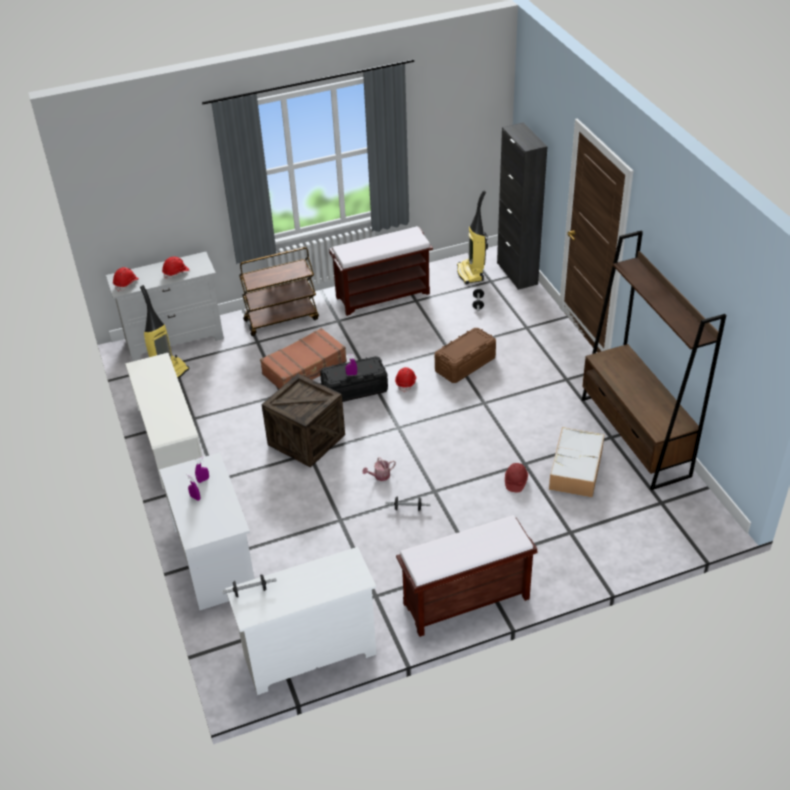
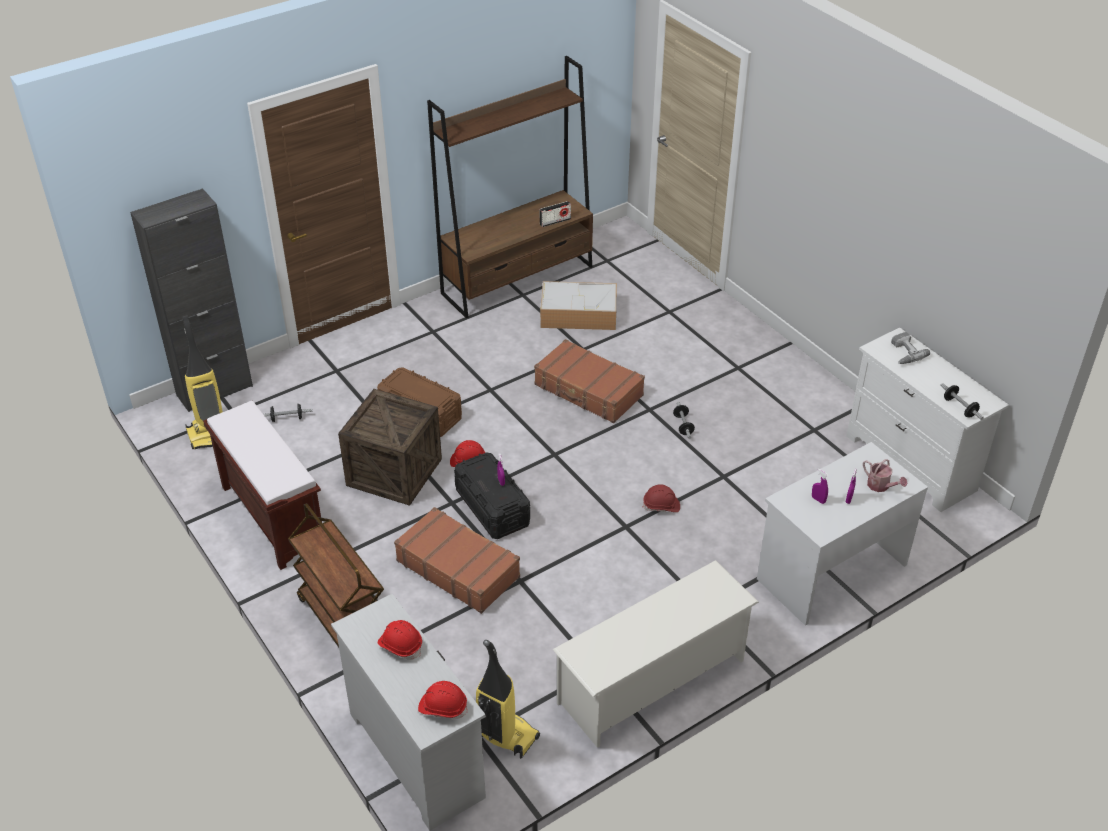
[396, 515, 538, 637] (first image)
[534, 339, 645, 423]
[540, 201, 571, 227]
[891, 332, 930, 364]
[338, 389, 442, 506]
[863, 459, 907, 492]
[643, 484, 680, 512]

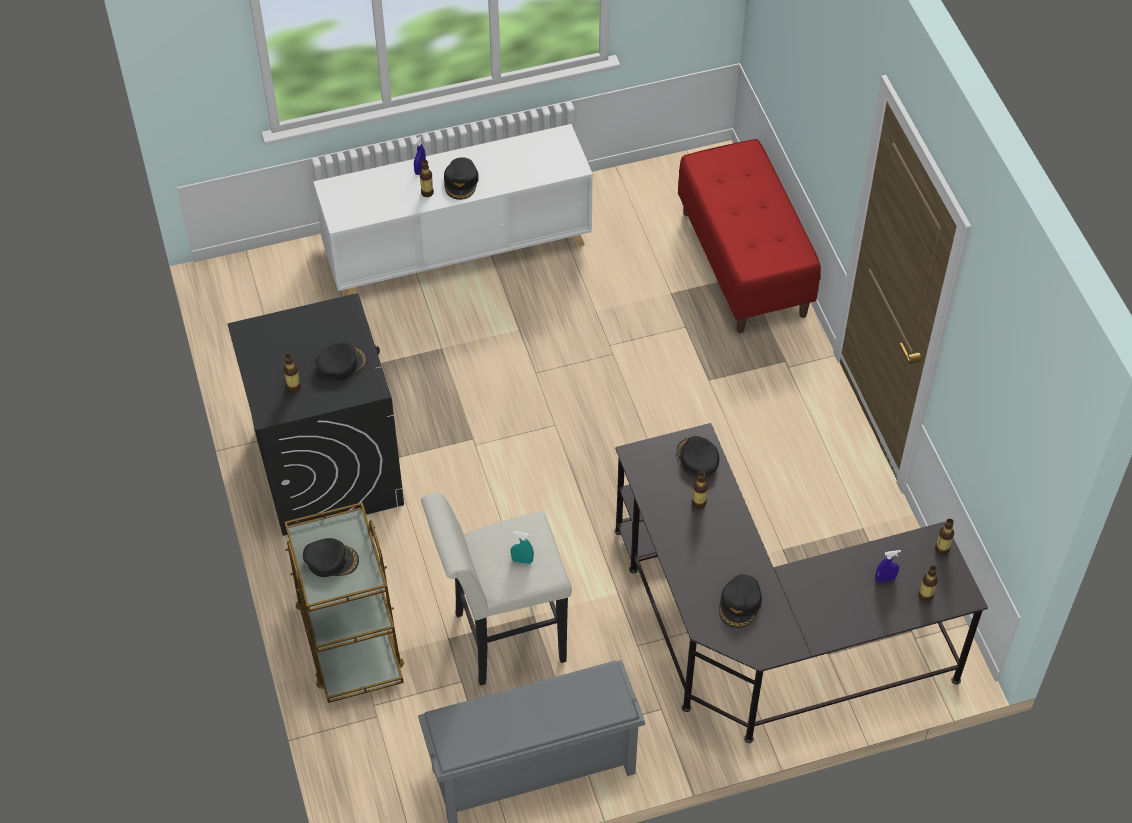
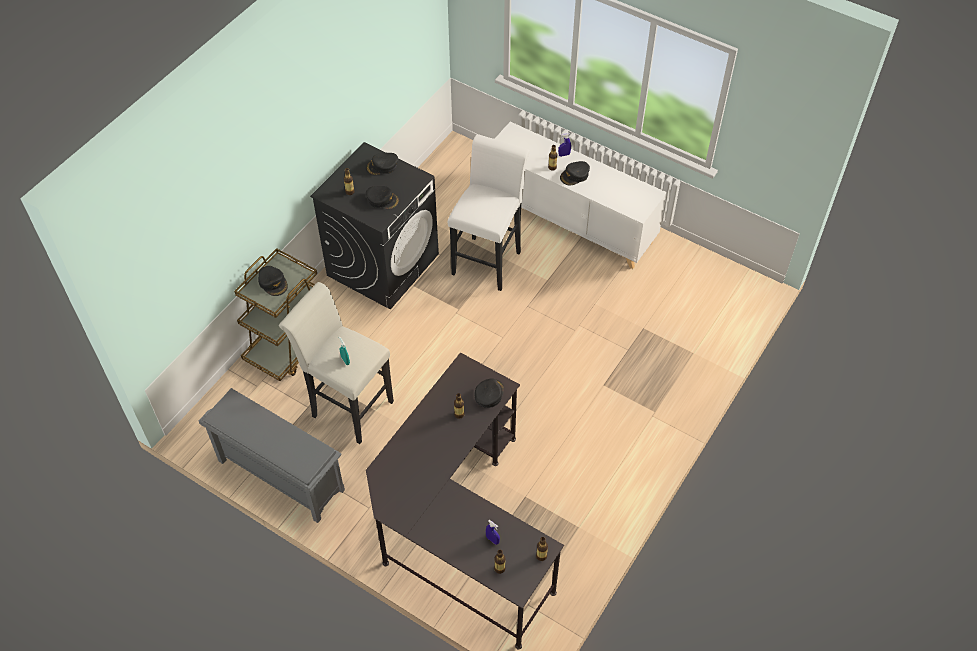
[678, 139, 821, 333] (first image)
[448, 134, 530, 291]
[366, 153, 398, 175]

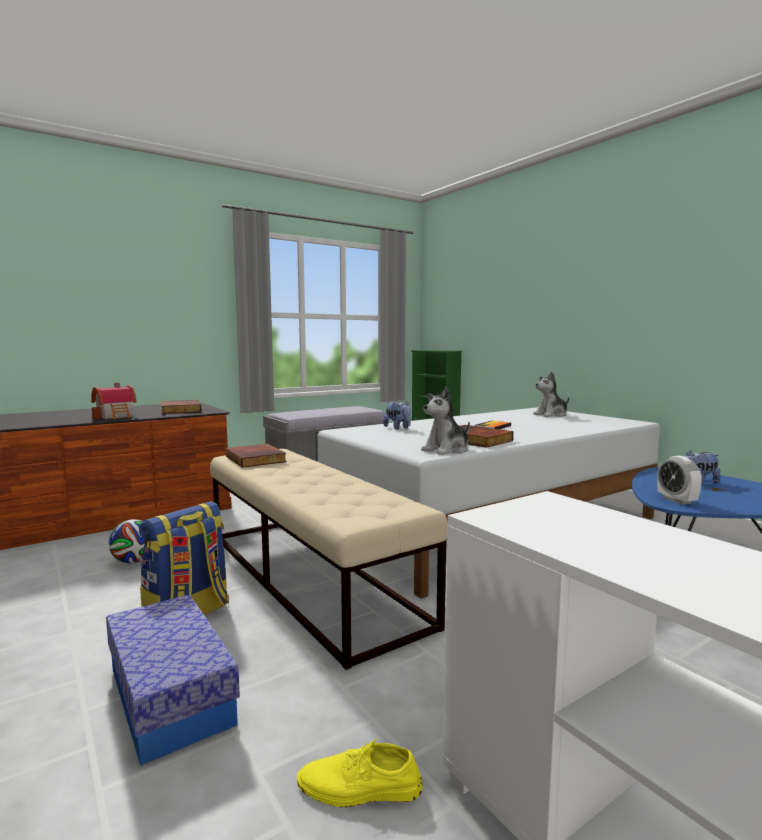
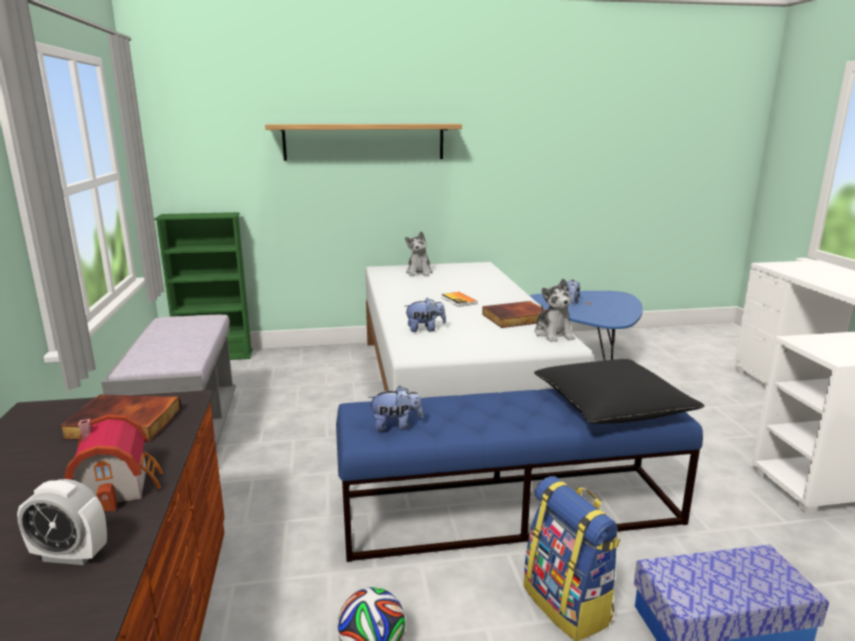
[297, 738, 423, 807] (first image)
[265, 124, 462, 161]
[534, 359, 705, 424]
[17, 479, 107, 565]
[368, 386, 423, 431]
[336, 388, 703, 562]

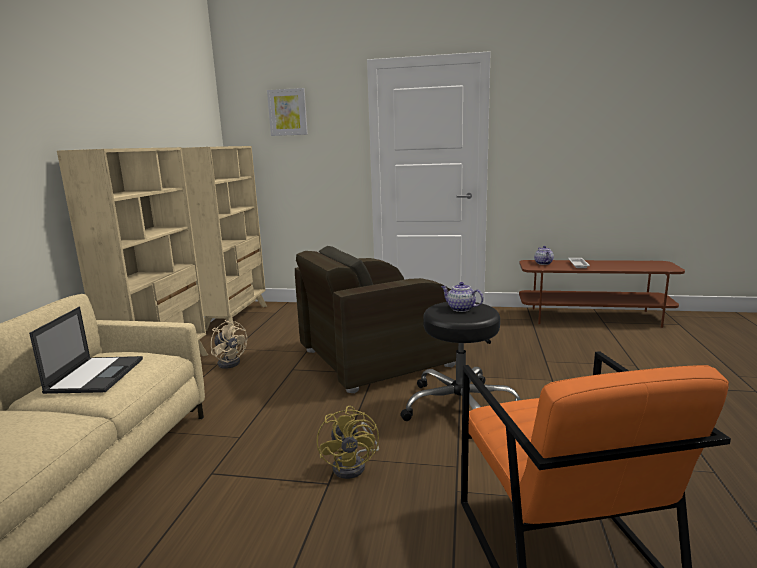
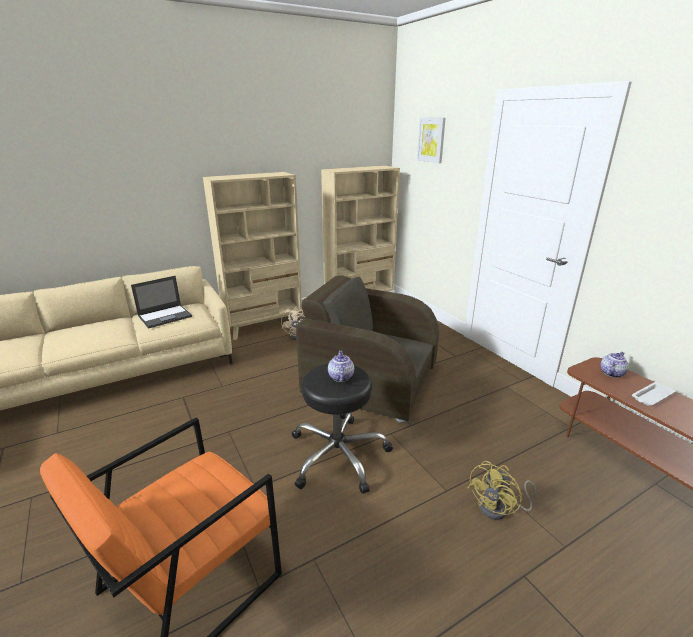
[467, 461, 537, 520]

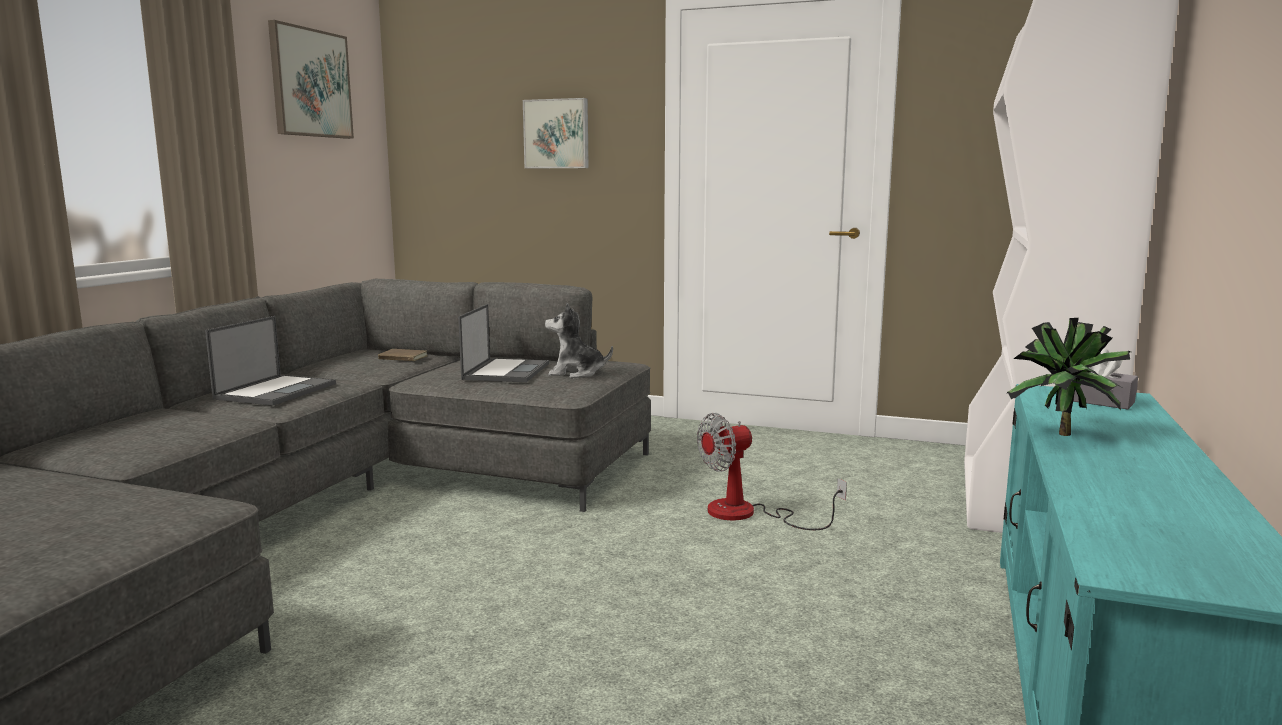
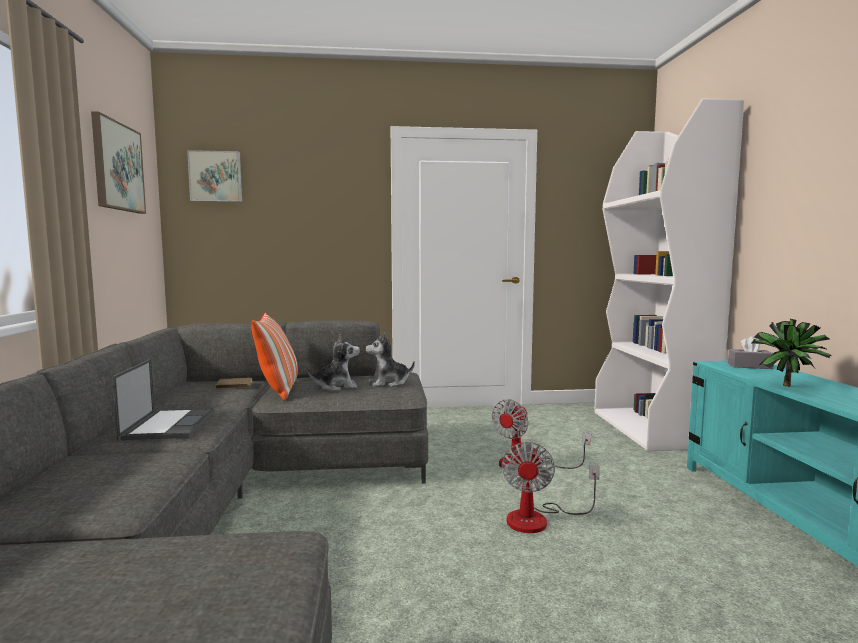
[252, 313, 298, 401]
[502, 442, 600, 533]
[187, 150, 242, 202]
[308, 333, 360, 391]

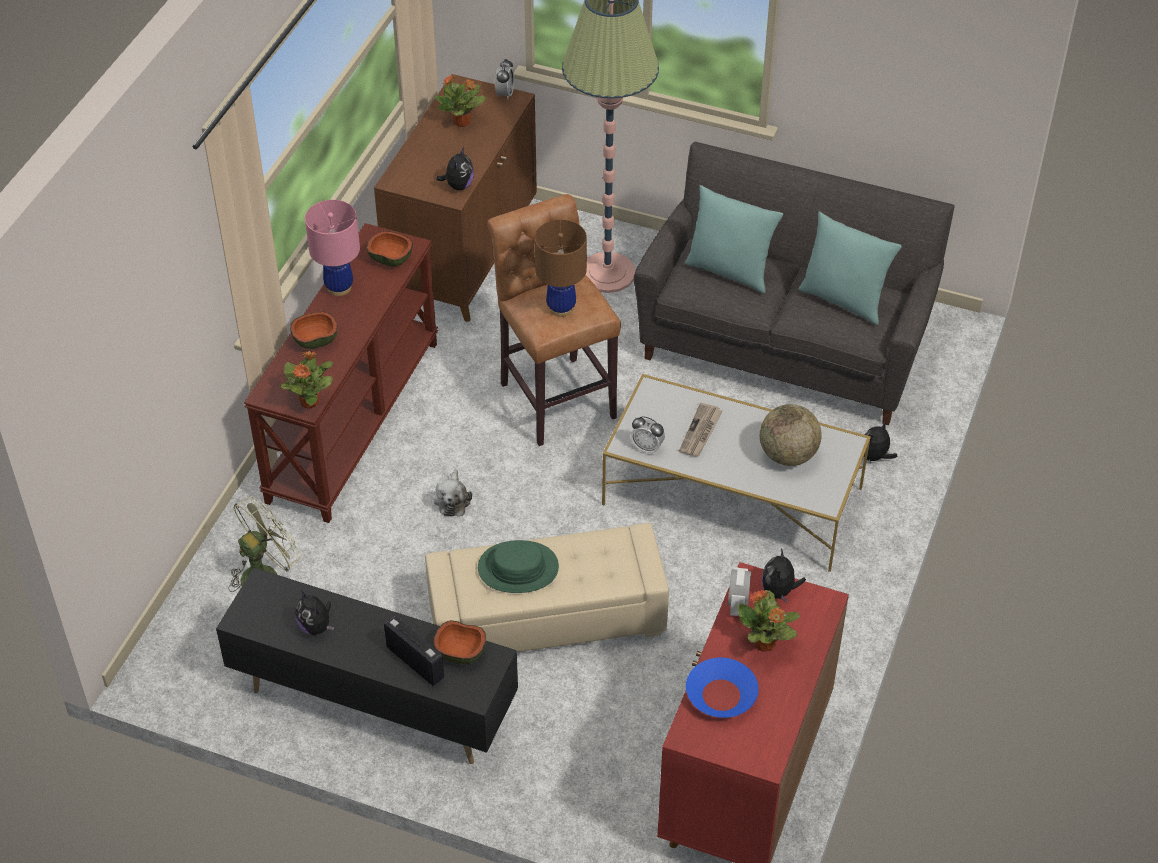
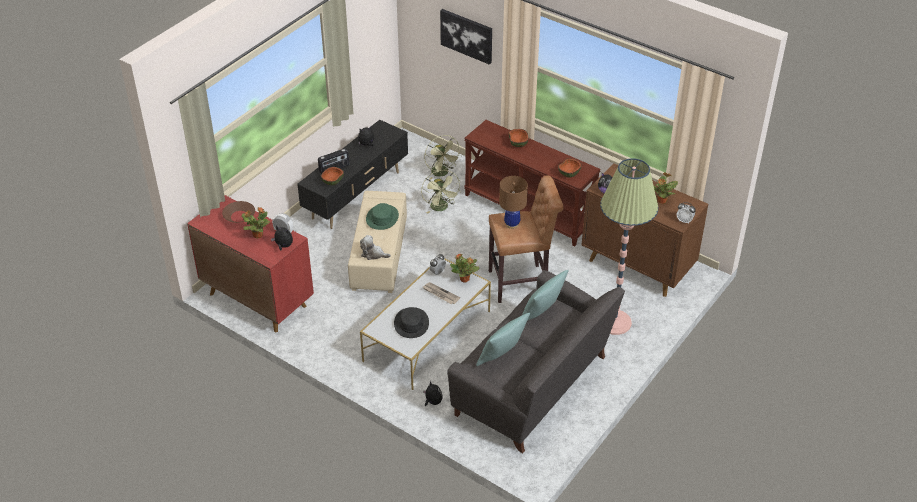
[305, 200, 360, 296] (first image)
[421, 170, 461, 214]
[440, 9, 492, 65]
[450, 253, 480, 283]
[360, 235, 391, 260]
[394, 307, 429, 338]
[222, 201, 255, 223]

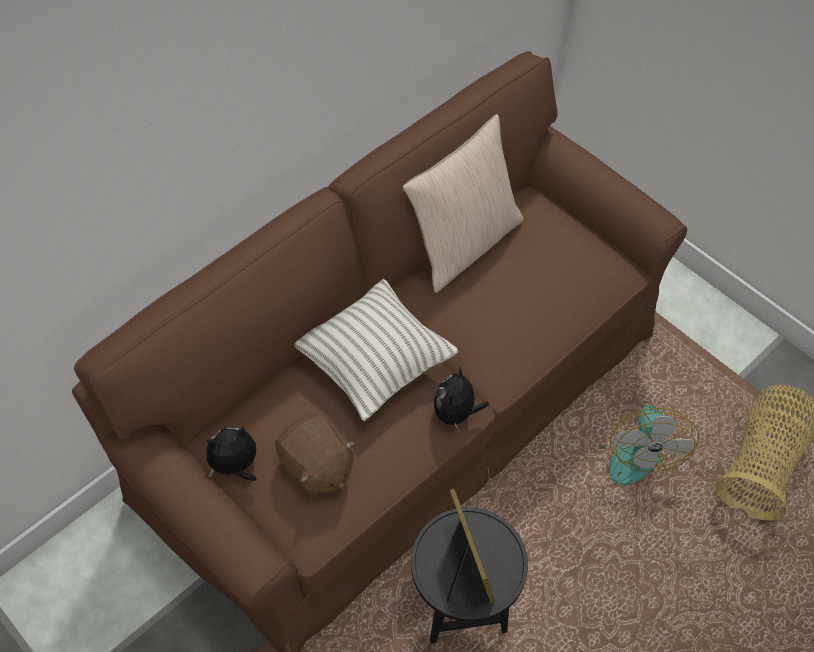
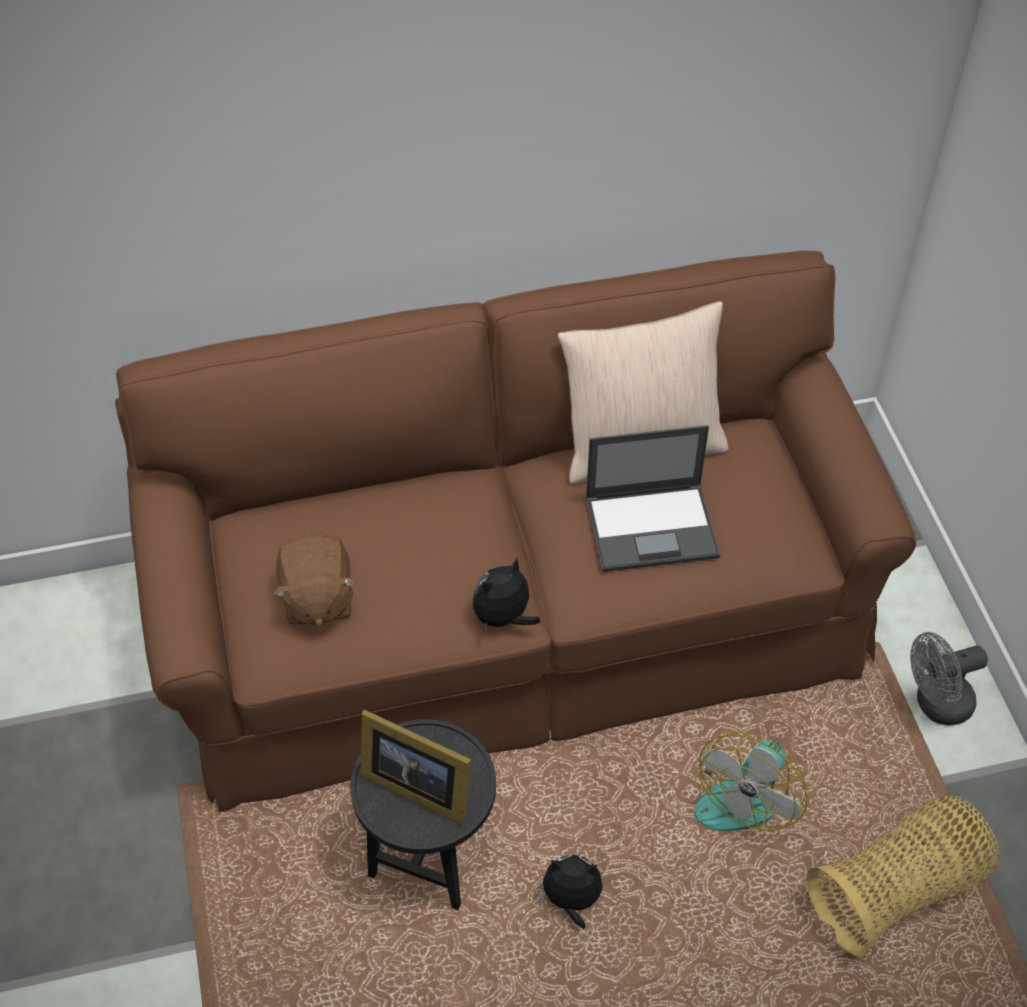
[294, 279, 458, 421] (first image)
[586, 425, 720, 572]
[910, 632, 988, 726]
[536, 855, 603, 929]
[360, 710, 471, 825]

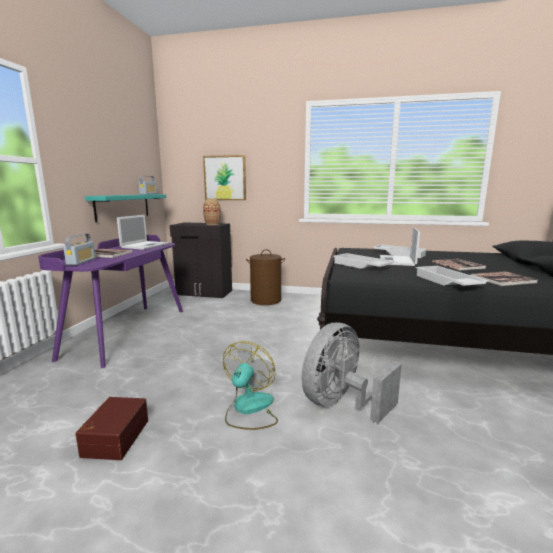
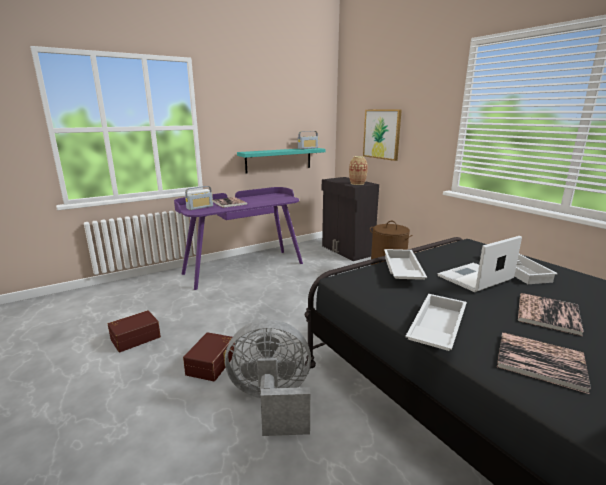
[117, 215, 169, 250] (first image)
[183, 332, 235, 381]

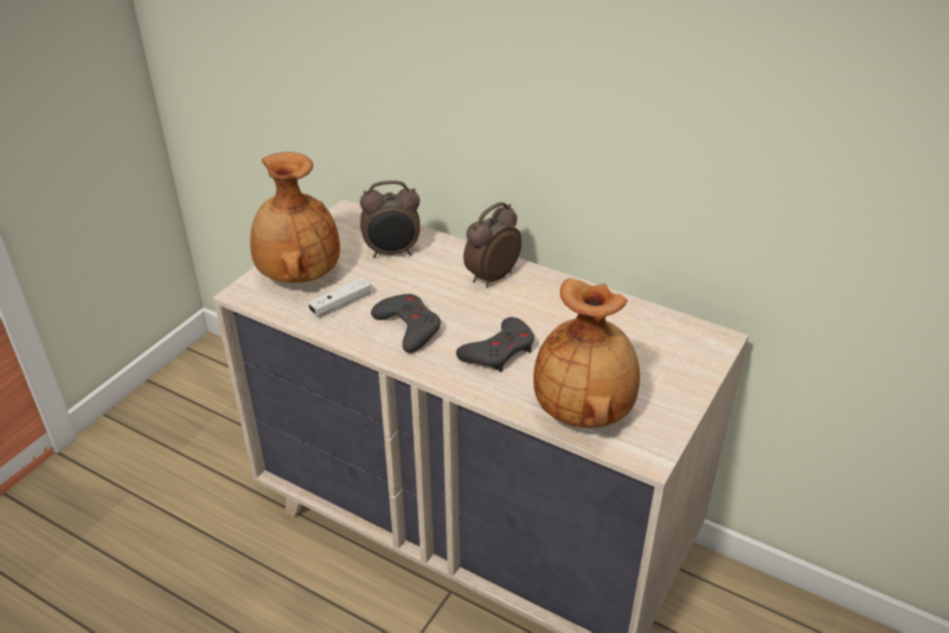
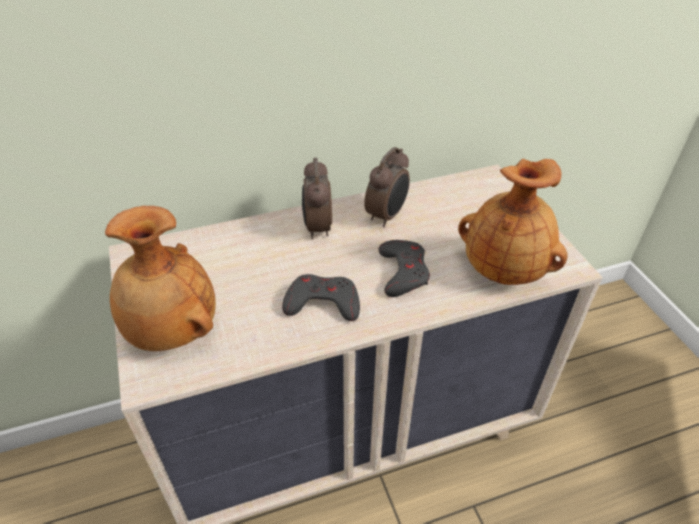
[308, 278, 372, 315] (first image)
[364, 147, 410, 227]

